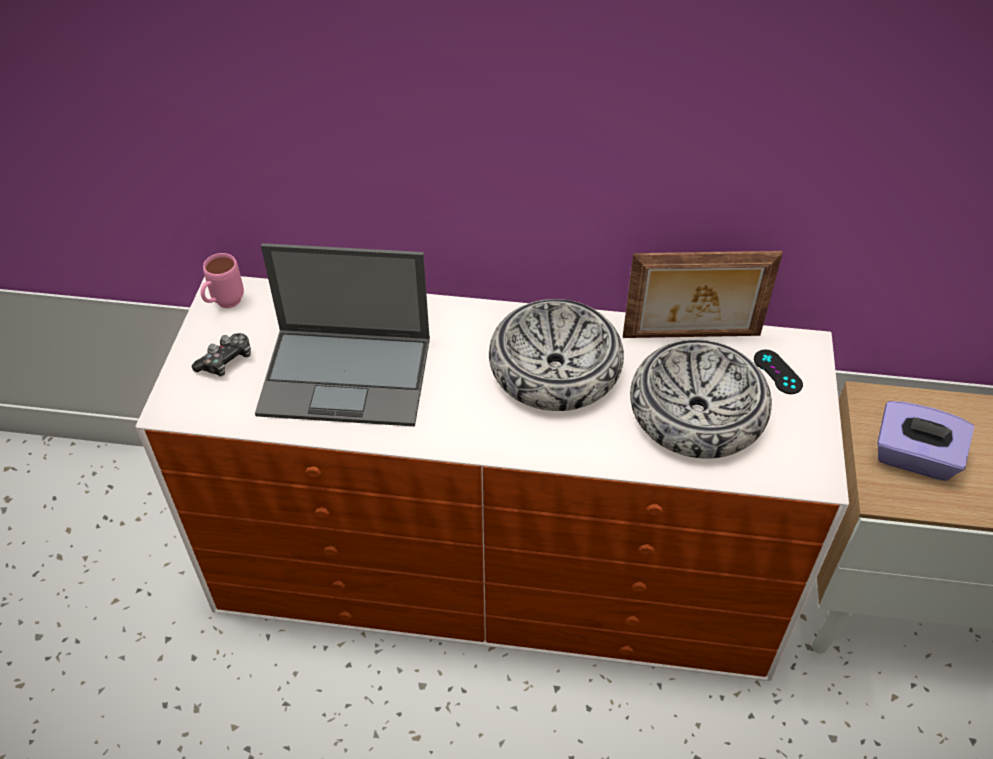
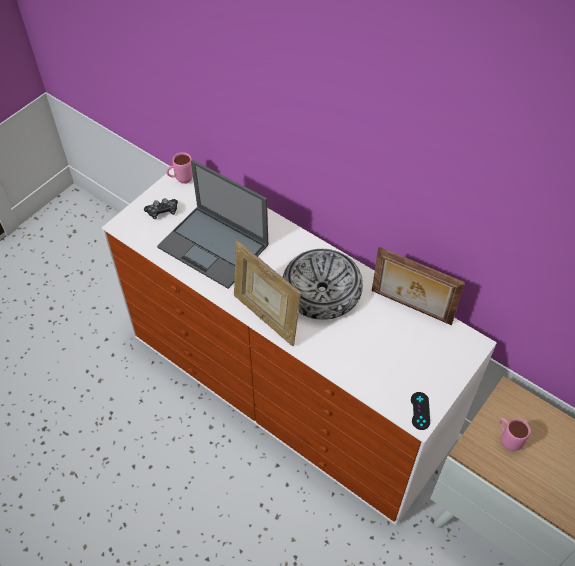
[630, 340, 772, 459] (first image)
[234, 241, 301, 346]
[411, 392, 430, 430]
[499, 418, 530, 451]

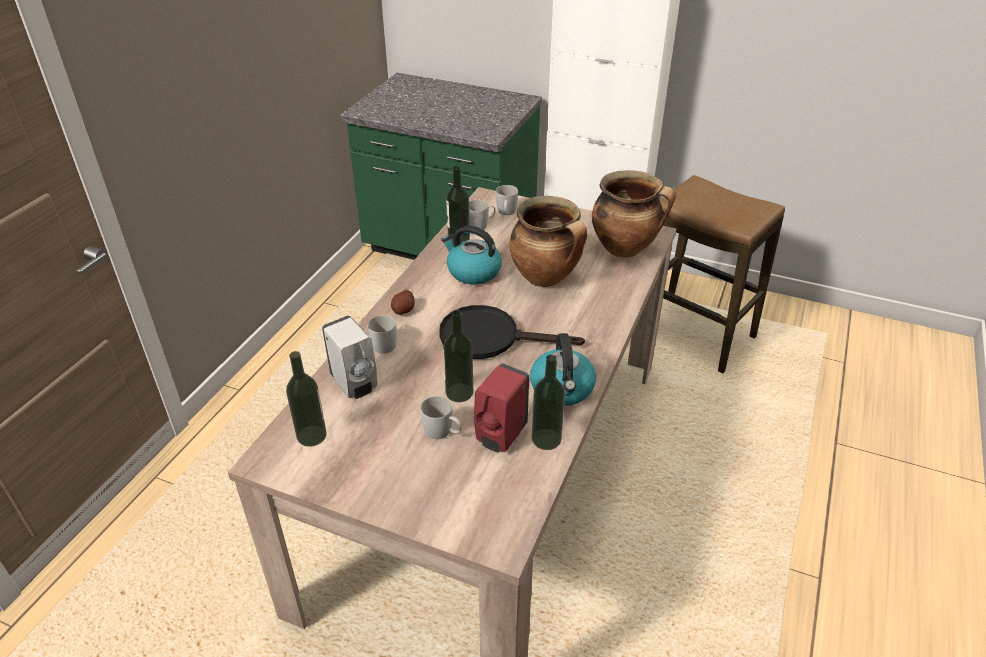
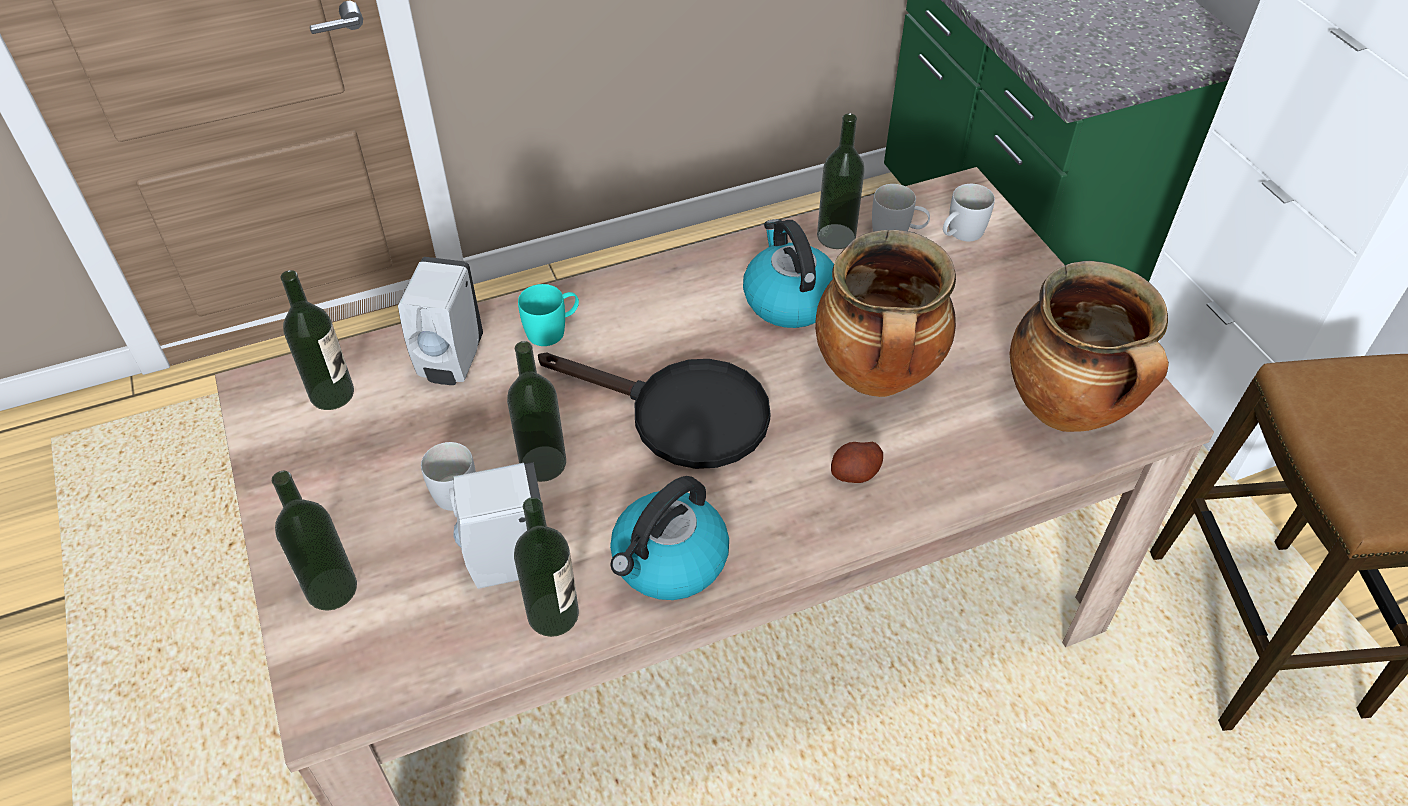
[272, 471, 357, 611]
[831, 442, 883, 483]
[518, 284, 579, 346]
[453, 462, 541, 589]
[538, 353, 771, 469]

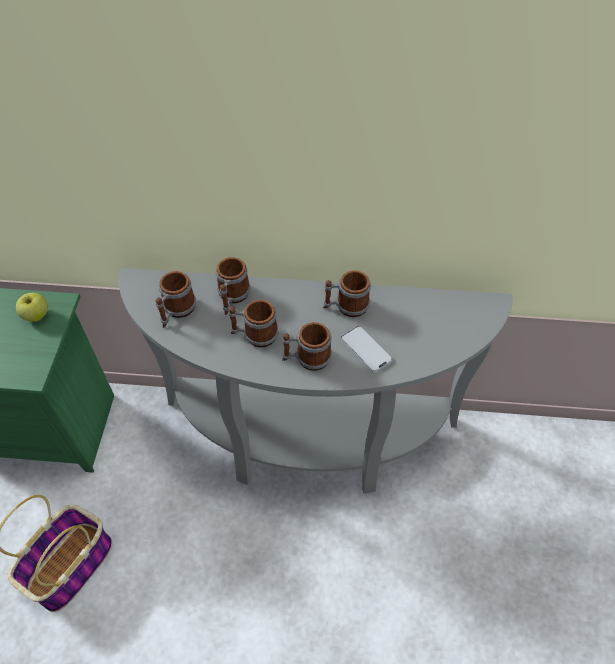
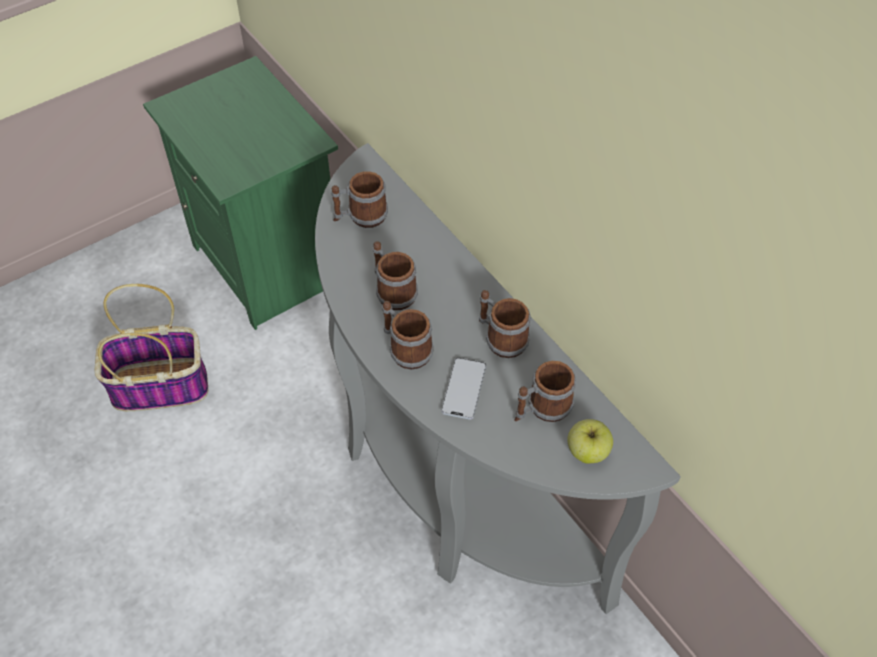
[567, 419, 613, 463]
[515, 361, 576, 422]

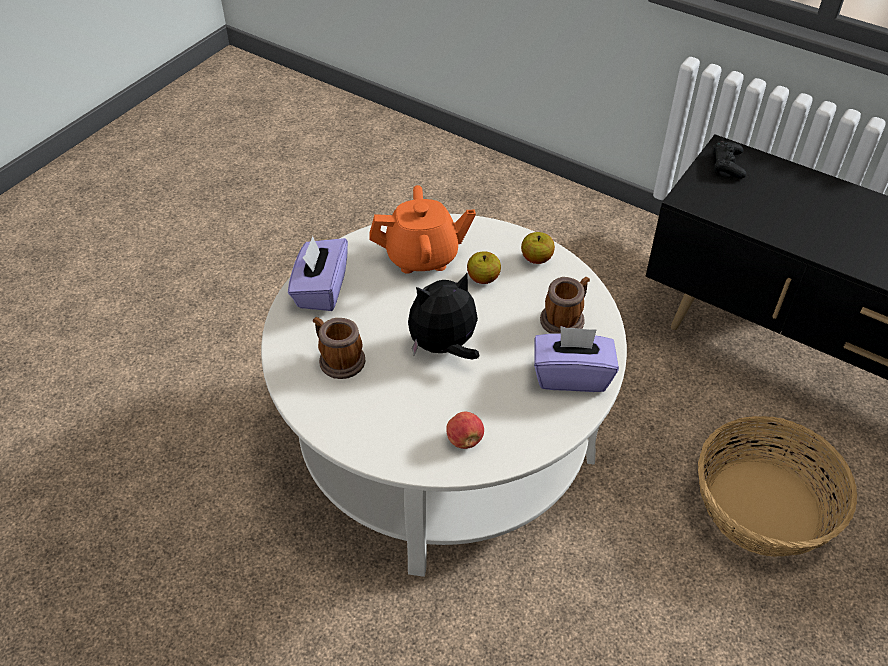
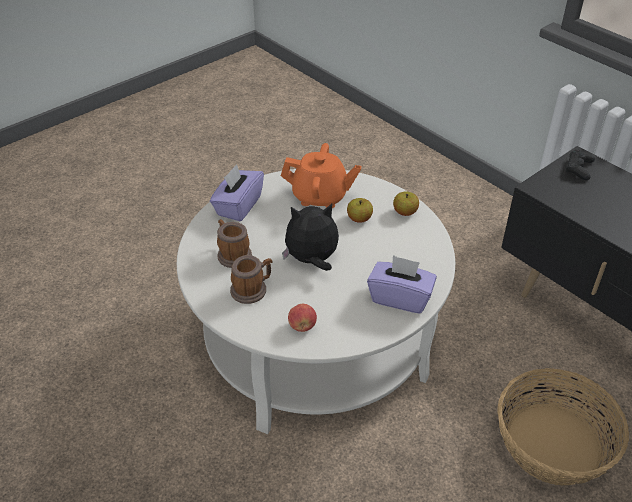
[230, 255, 272, 304]

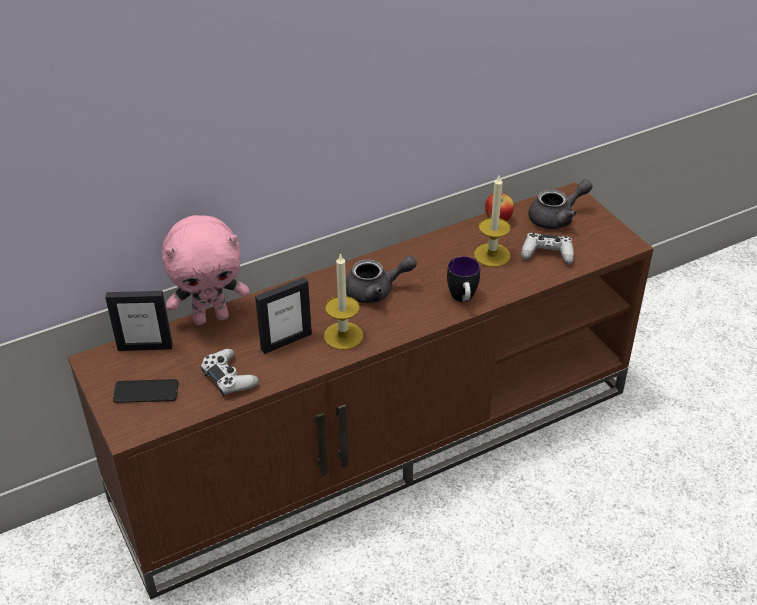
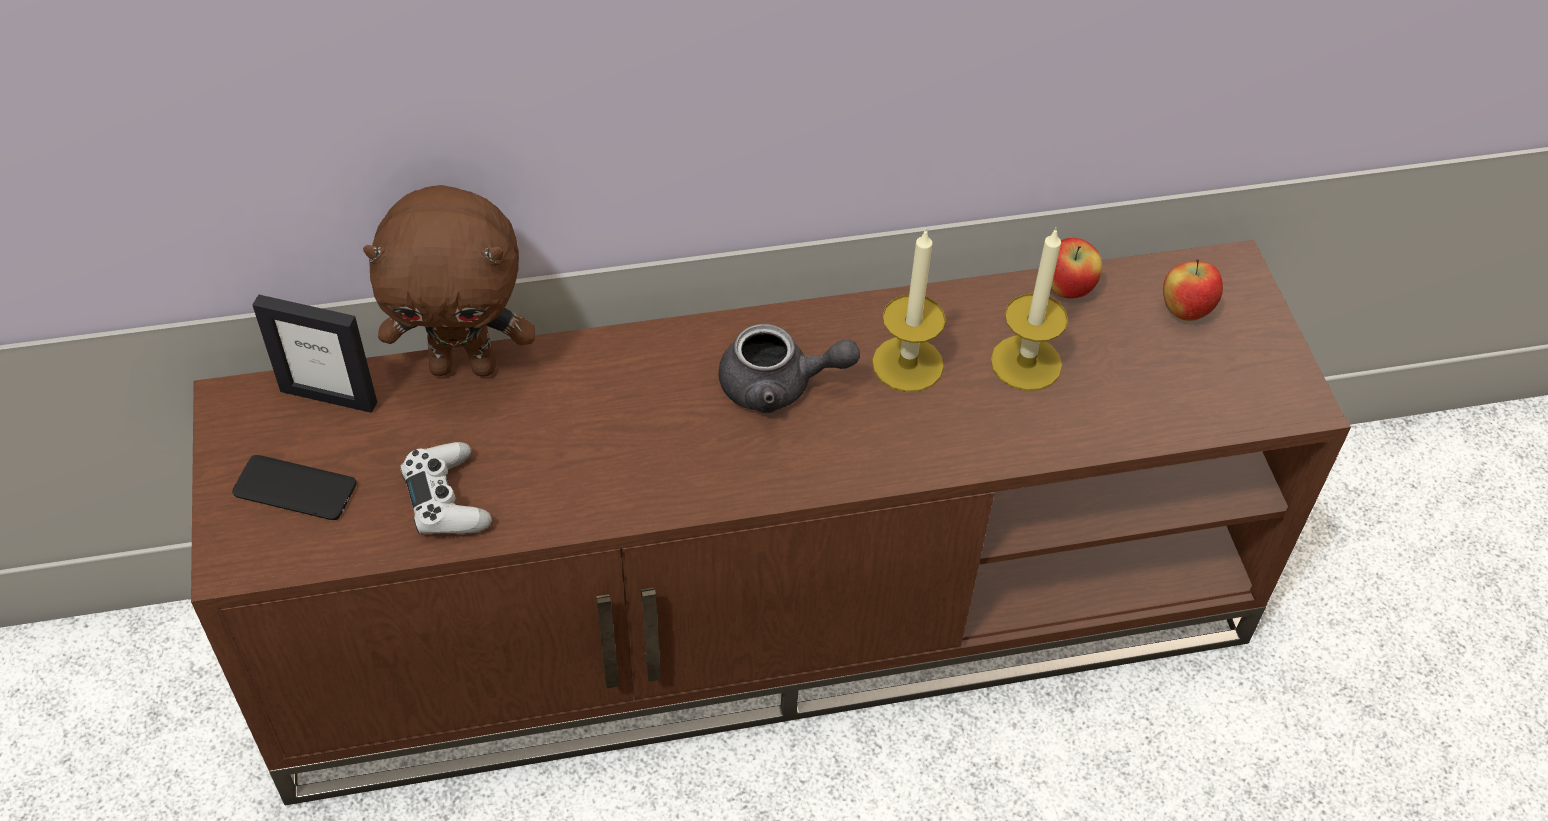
[255, 277, 312, 354] (first image)
[447, 256, 480, 302] (first image)
[521, 233, 574, 265] (first image)
[872, 229, 946, 392]
[1163, 259, 1223, 321]
[363, 185, 536, 376]

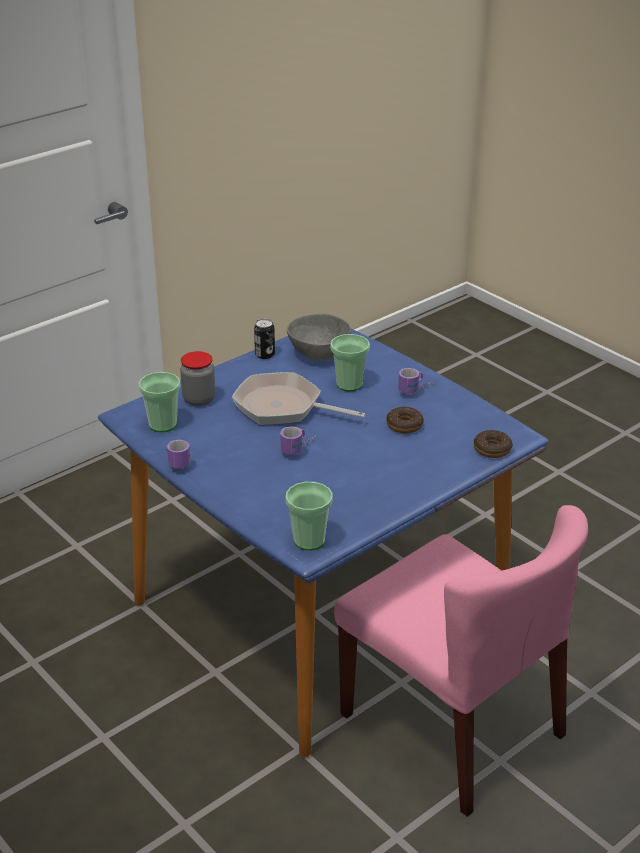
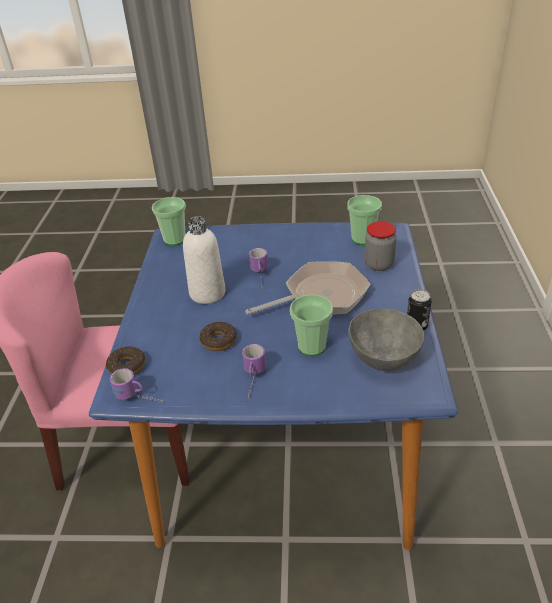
[183, 216, 225, 304]
[110, 368, 163, 402]

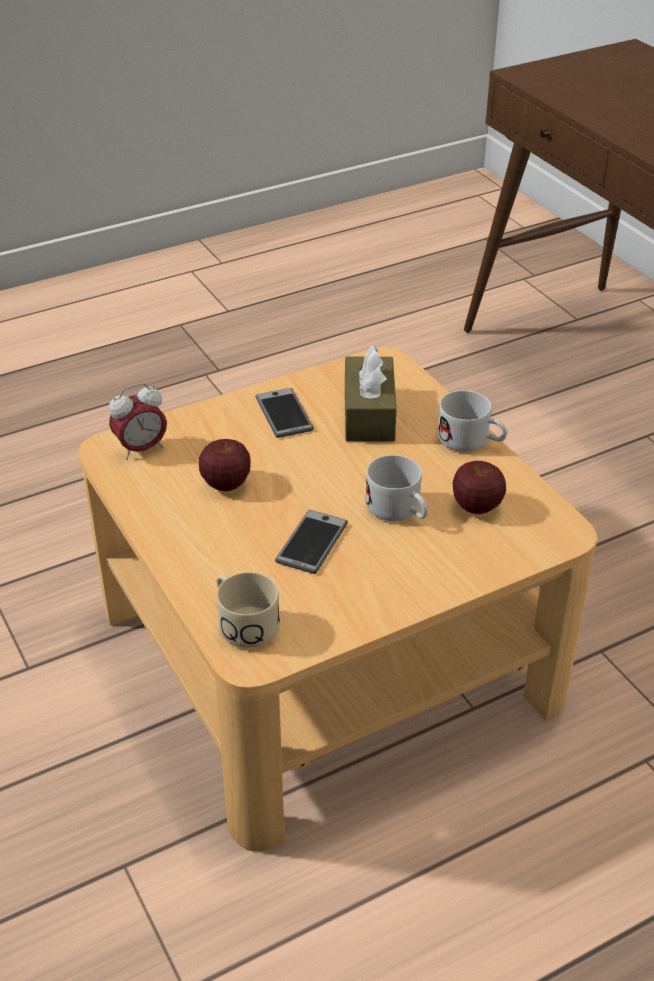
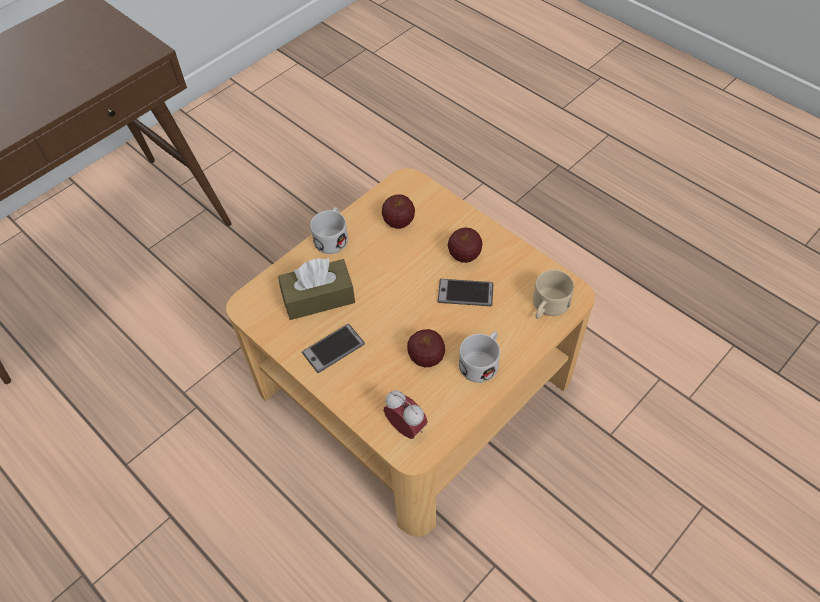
[448, 227, 482, 263]
[459, 331, 500, 383]

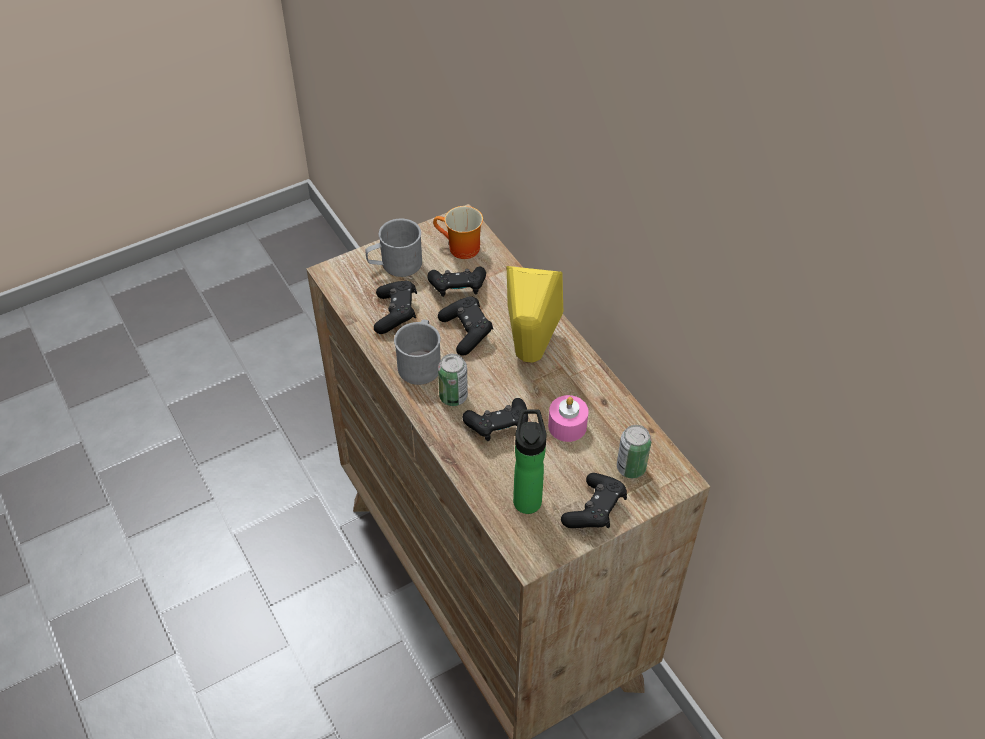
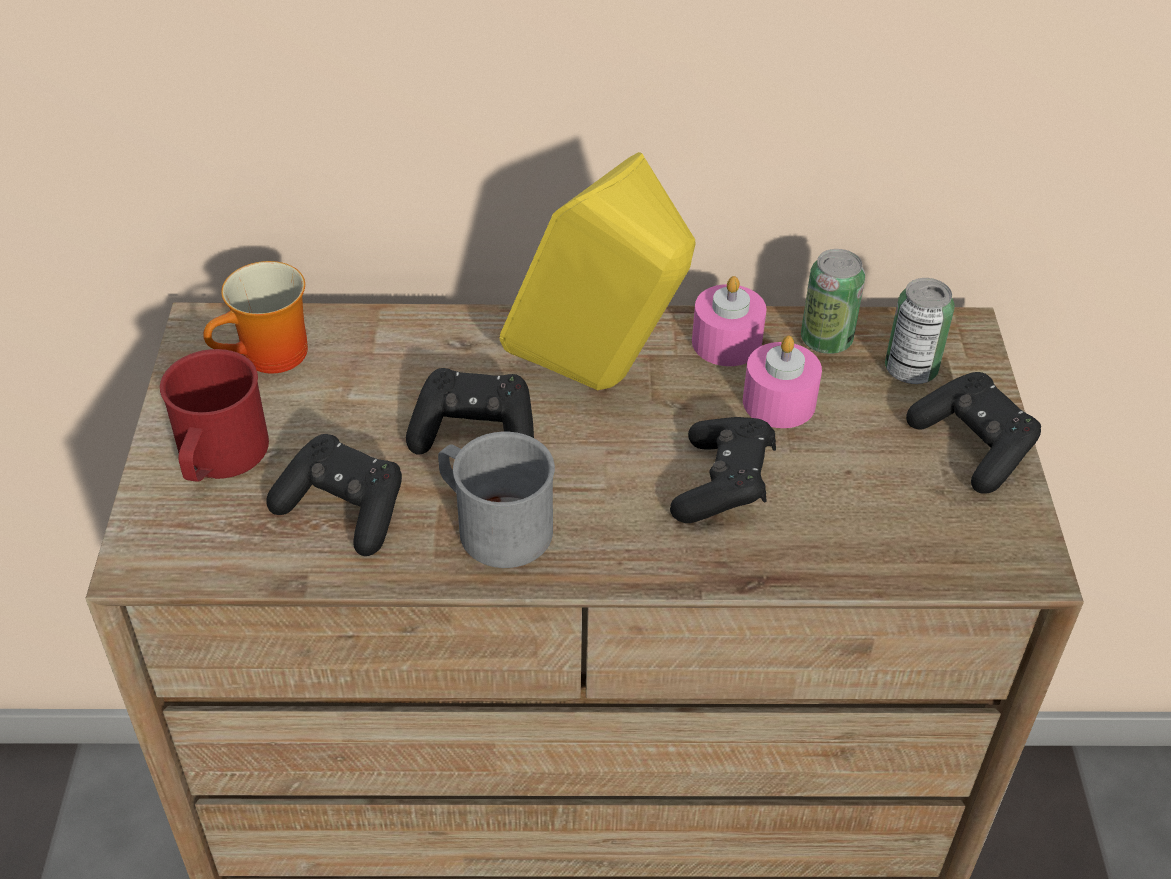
[427, 267, 486, 297] (first image)
[513, 409, 547, 514] (first image)
[692, 276, 767, 366]
[801, 249, 865, 354]
[160, 349, 269, 482]

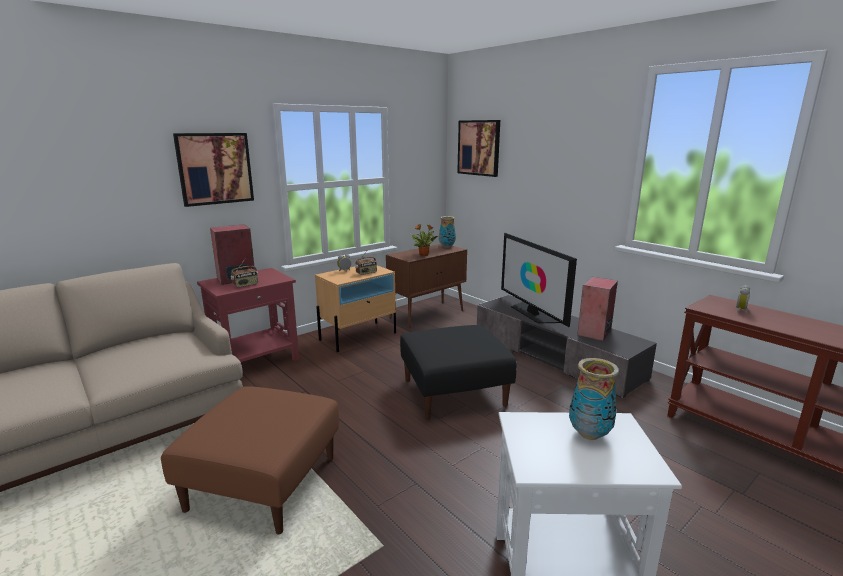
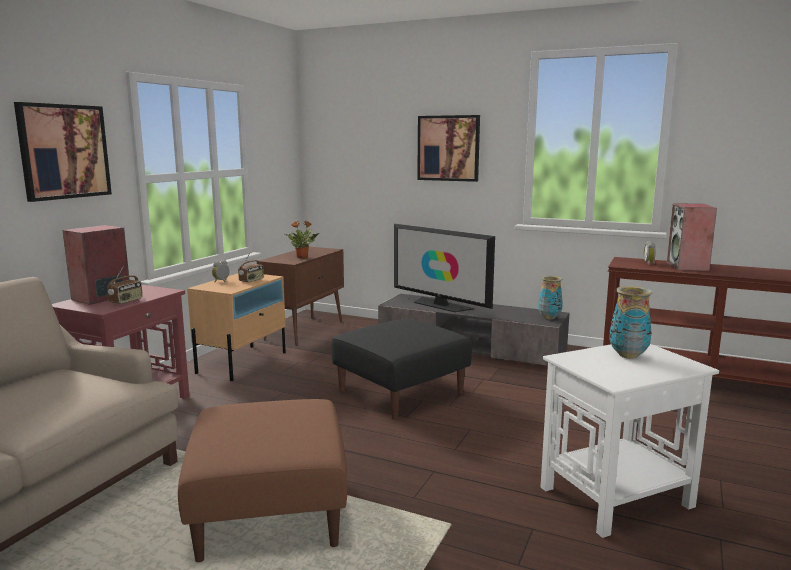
[538, 276, 563, 319]
[417, 115, 480, 182]
[667, 203, 717, 271]

